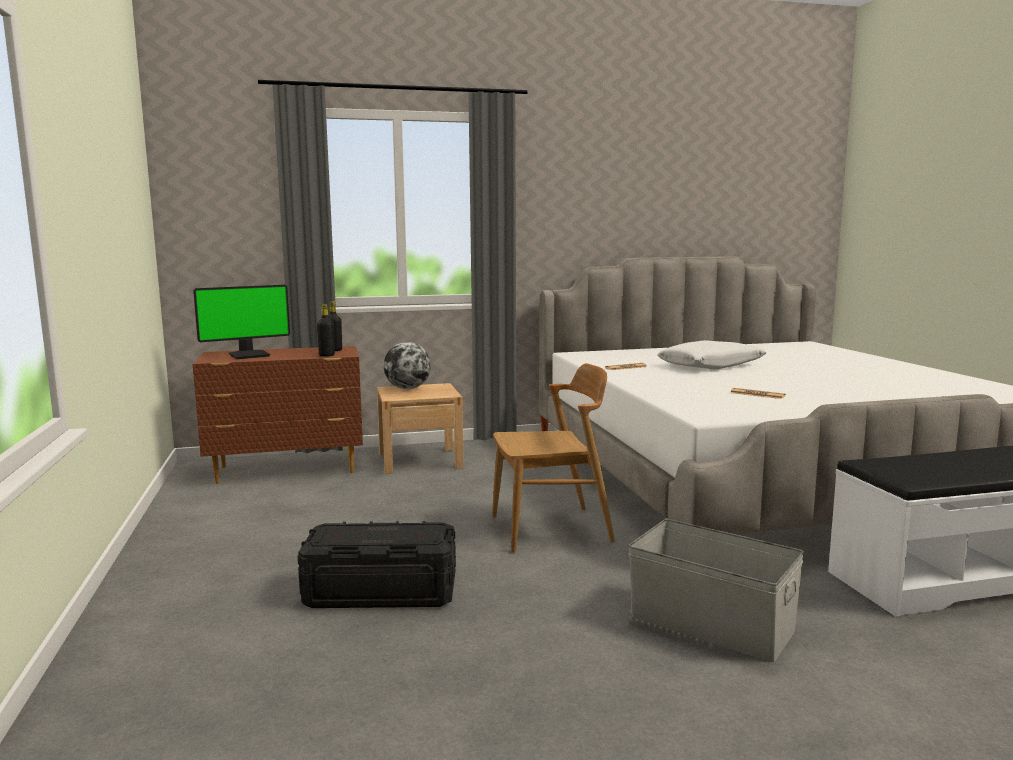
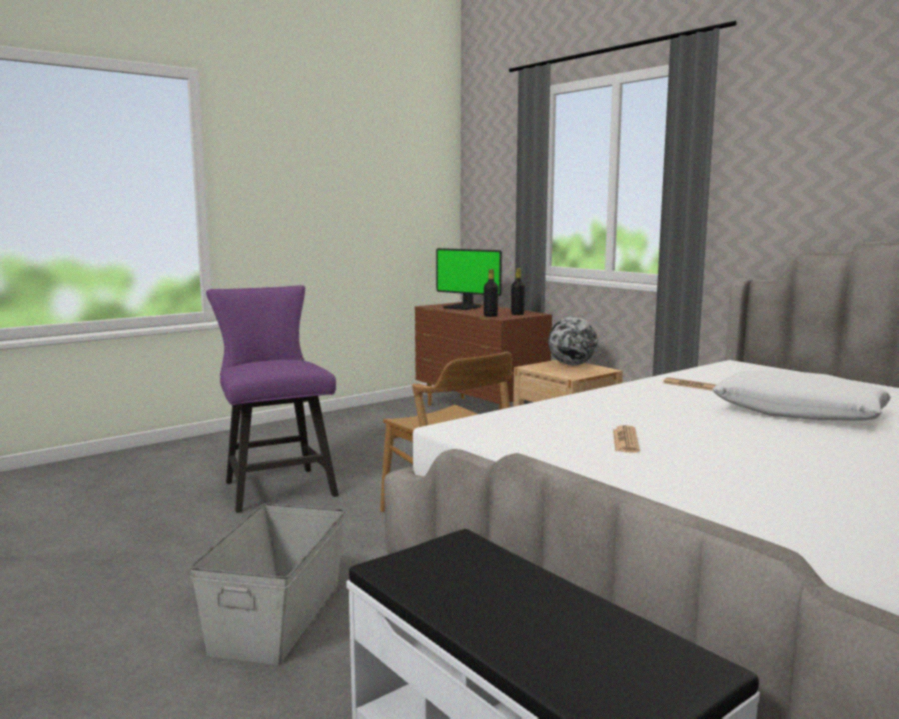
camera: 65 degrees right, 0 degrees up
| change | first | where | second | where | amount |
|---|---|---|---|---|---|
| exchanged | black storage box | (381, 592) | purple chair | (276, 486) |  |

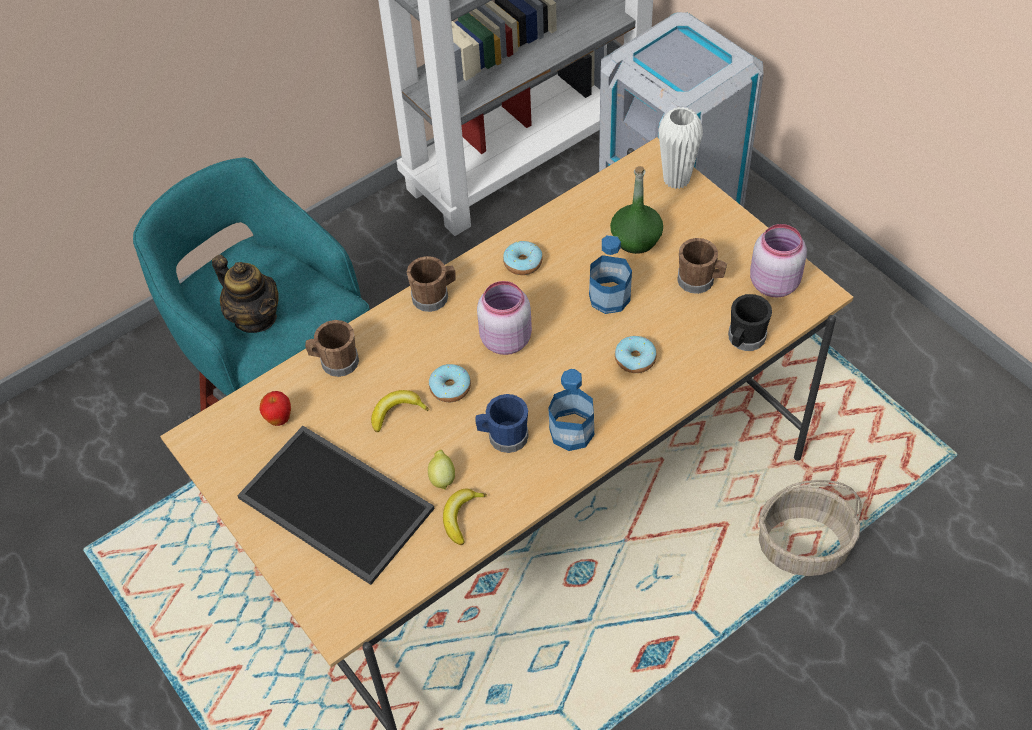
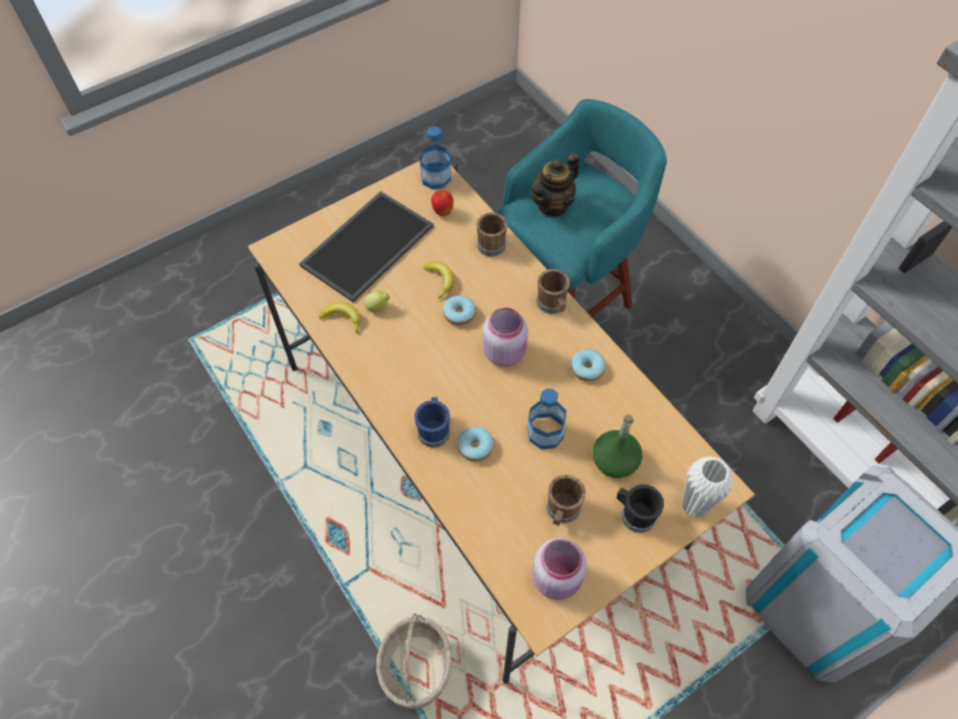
camera: 90 degrees right, 5 degrees up
| change | first | where | second | where | amount |
|---|---|---|---|---|---|
| relocated | blue mug | (503, 437) |  | (434, 429) |  |
| relocated | bottle | (571, 432) |  | (436, 178) |  |
| relocated | black mug | (744, 340) |  | (634, 514) |  |

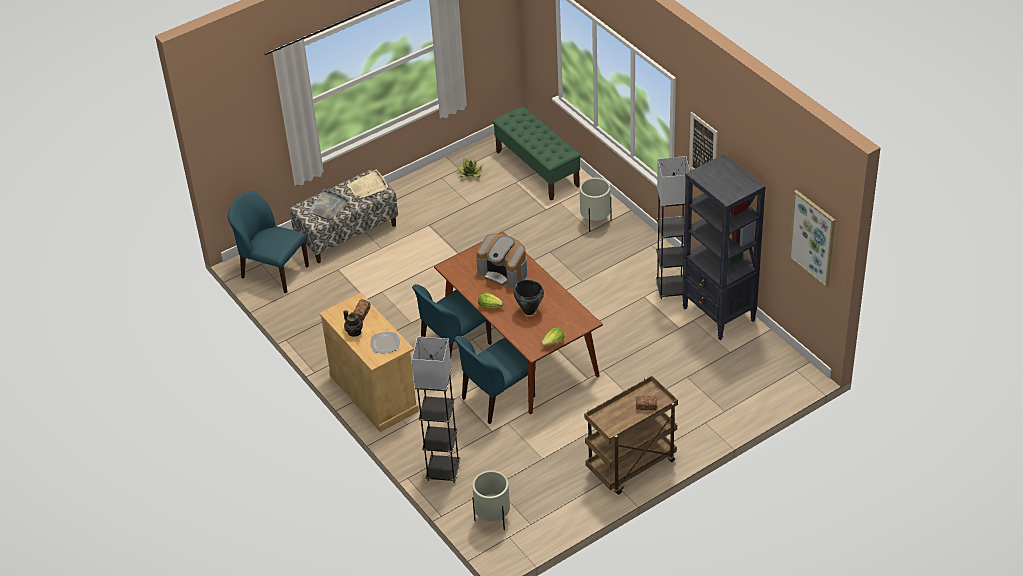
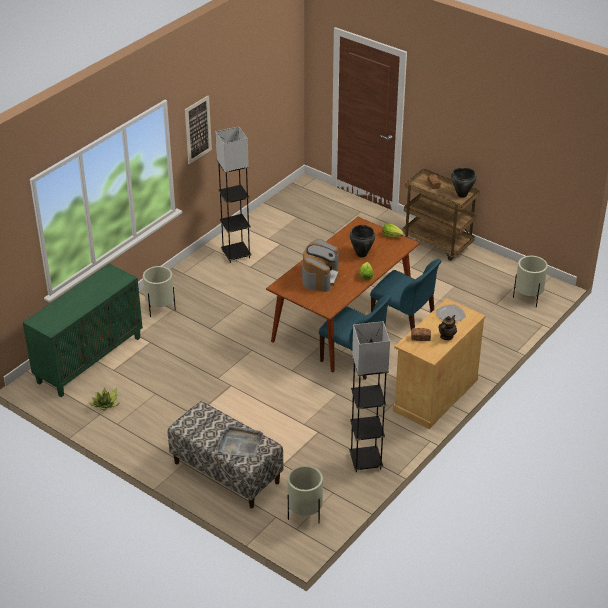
camera: 110 degrees left, 5 degrees down
| change | first | where | second | where | amount |
|---|---|---|---|---|---|
| exchanged | blue chair | (273, 272) | beige planter | (304, 514) |  |
| missing | beige tray | (368, 187) |  |  |  |
| relocated | grey floor lamp | (443, 471) |  | (365, 461) |  |
| exchanged | green bench | (537, 169) | green cabinet | (89, 359) |  |
| missing | black bookcase | (719, 314) |  |  |  |
| missing | picture | (813, 238) |  |  |  |
| appeared |  |  | black cooking pot | (461, 194) |  |

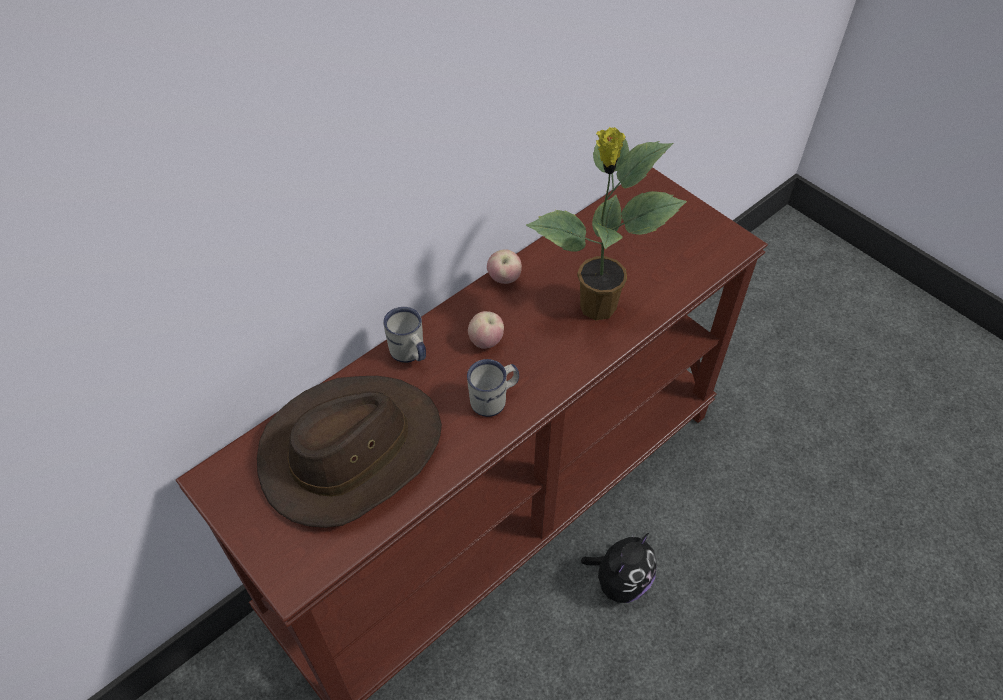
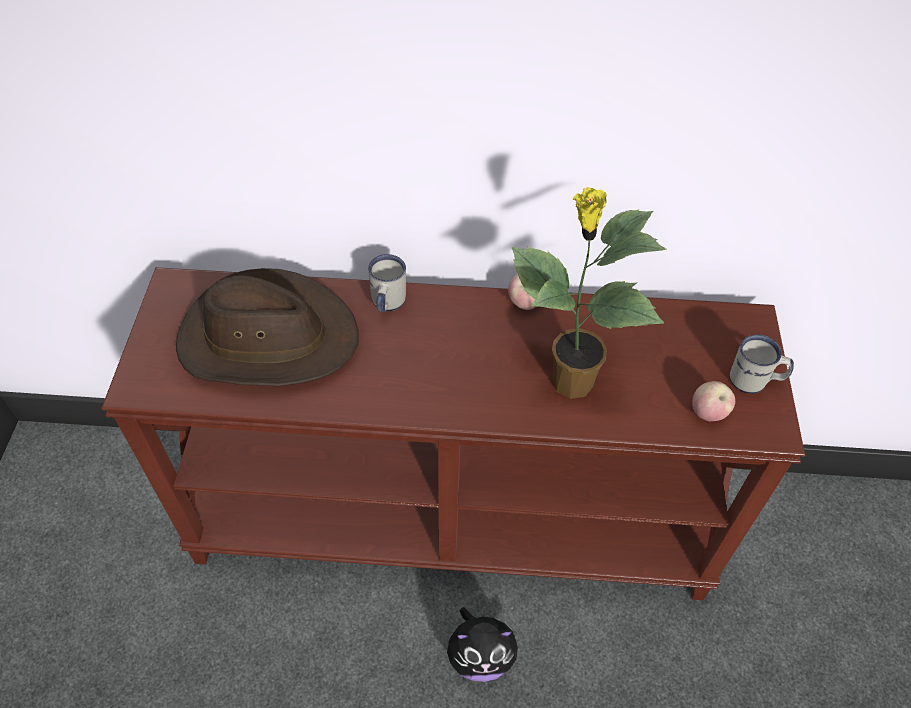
camera: 45 degrees right, 0 degrees up
| change | first | where | second | where | amount |
|---|---|---|---|---|---|
| relocated | white mug | (494, 400) |  | (754, 381) |  |
| relocated | apple | (486, 342) |  | (707, 413) |  |

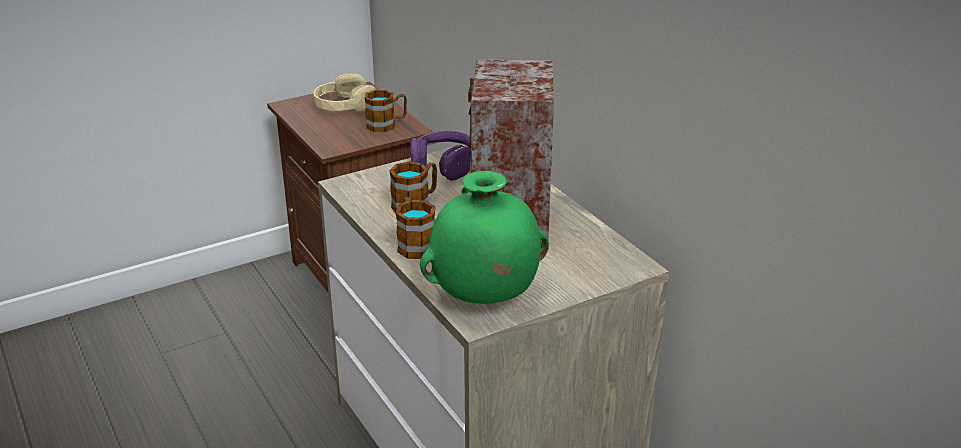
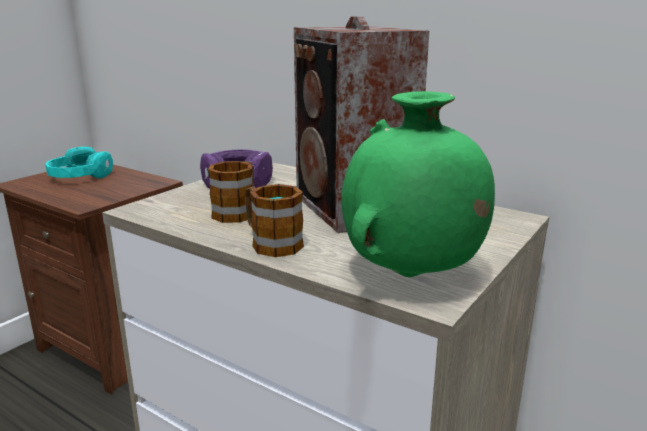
camera: 25 degrees left, 10 degrees down
| change | first | where | second | where | amount |
|---|---|---|---|---|---|
| colour | beige headphones | (344, 106) | turquoise headphones | (80, 177) |  |
| missing | mug | (387, 125) |  |  |  |

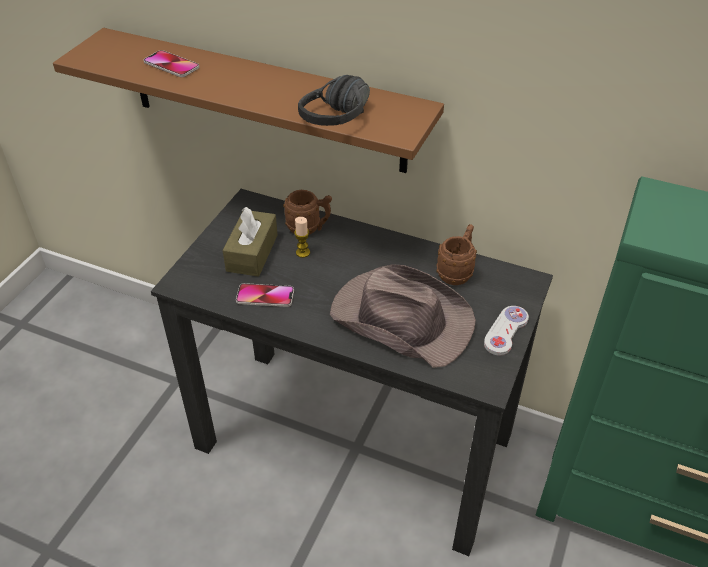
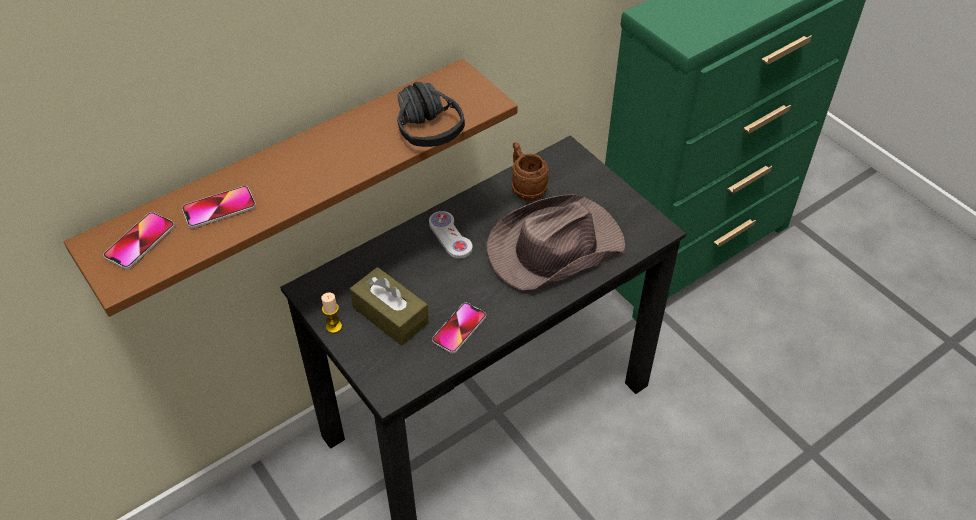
camera: 60 degrees left, 5 degrees up
| change | first | where | second | where | amount |
|---|---|---|---|---|---|
| missing | brown mug | (309, 228) |  |  |  |
| relocated | candle | (303, 252) |  | (334, 326) |  |
| relocated | white game controller | (506, 331) |  | (450, 236) |  |
| appeared |  |  | phone | (140, 242) |  |

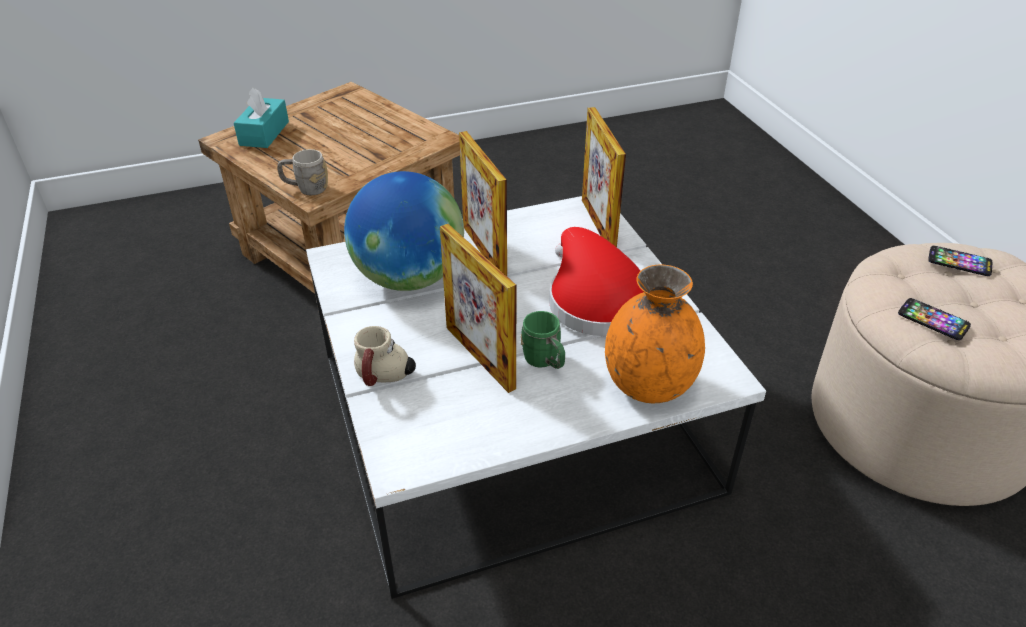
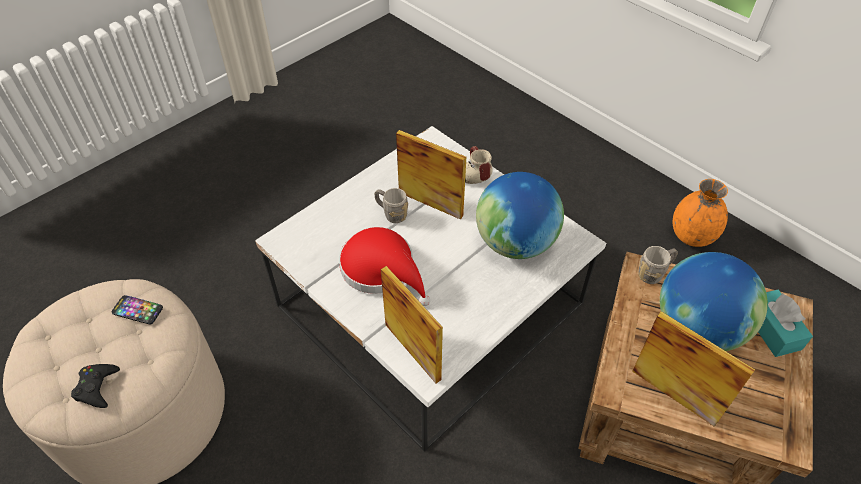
camera: 155 degrees right, 10 degrees up
| change | first | where | second | where | amount |
|---|---|---|---|---|---|
| relocated | picture frame | (484, 251) |  | (673, 395) |  |
| colour | green mug | (545, 362) | grey mug | (391, 213) |  |
| relocated | orange vase | (648, 384) |  | (692, 236) |  |
| exchanged | phone | (959, 262) | black game controller | (97, 387) |  |
| appeared |  |  | globe | (696, 328) |  |

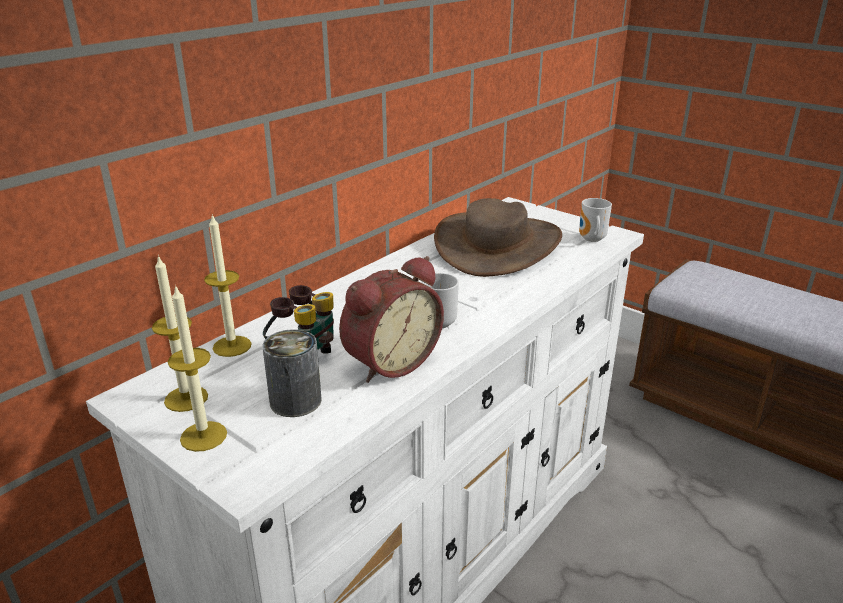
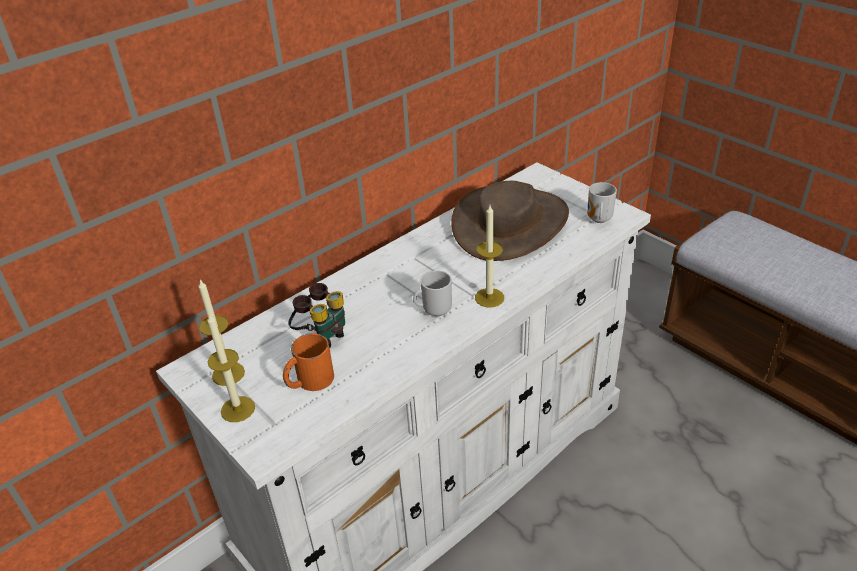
camera: 10 degrees right, 10 degrees up
| change | first | where | second | where | amount |
|---|---|---|---|---|---|
| relocated | candle | (232, 346) |  | (489, 297) |  |
| exchanged | can | (295, 401) | orange mug | (309, 381) |  |
| missing | alarm clock | (389, 362) |  |  |  |

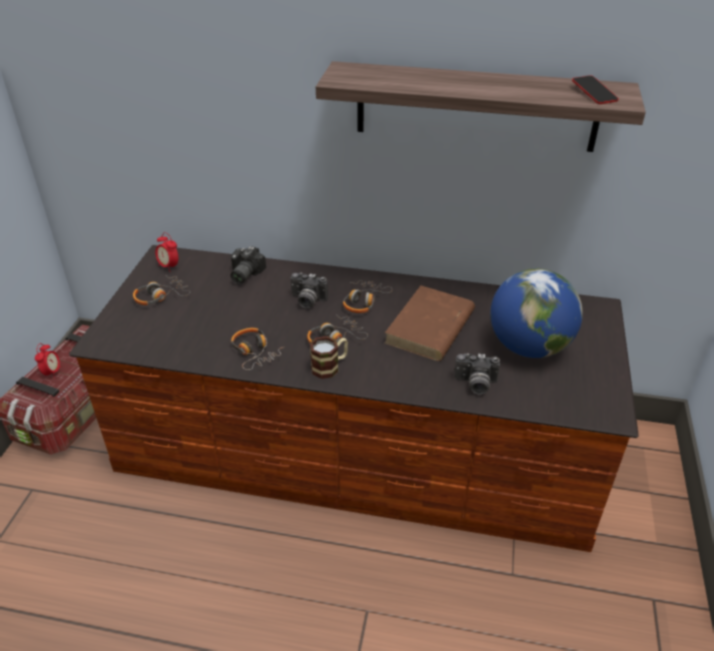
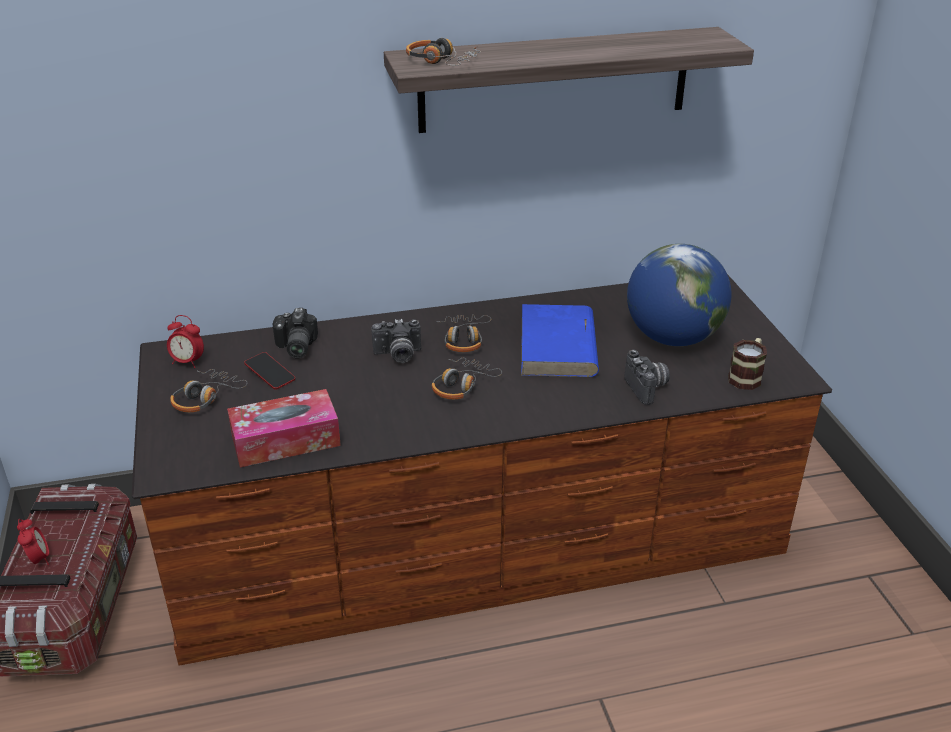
camera: 25 degrees left, 5 degrees down
| change | first | where | second | where | amount |
|---|---|---|---|---|---|
| relocated | headphones | (255, 352) |  | (442, 61) |  |
| relocated | mug | (330, 366) |  | (746, 376) |  |
| colour | brown book | (430, 328) | blue book | (558, 347) |  |
| spun | photo camera | (475, 384) |  | (648, 388) | 90 degrees counterclockwise |
| relocated | phone | (594, 93) |  | (270, 374) |  |
| appeared |  |  | tissue box | (285, 440) |  |

